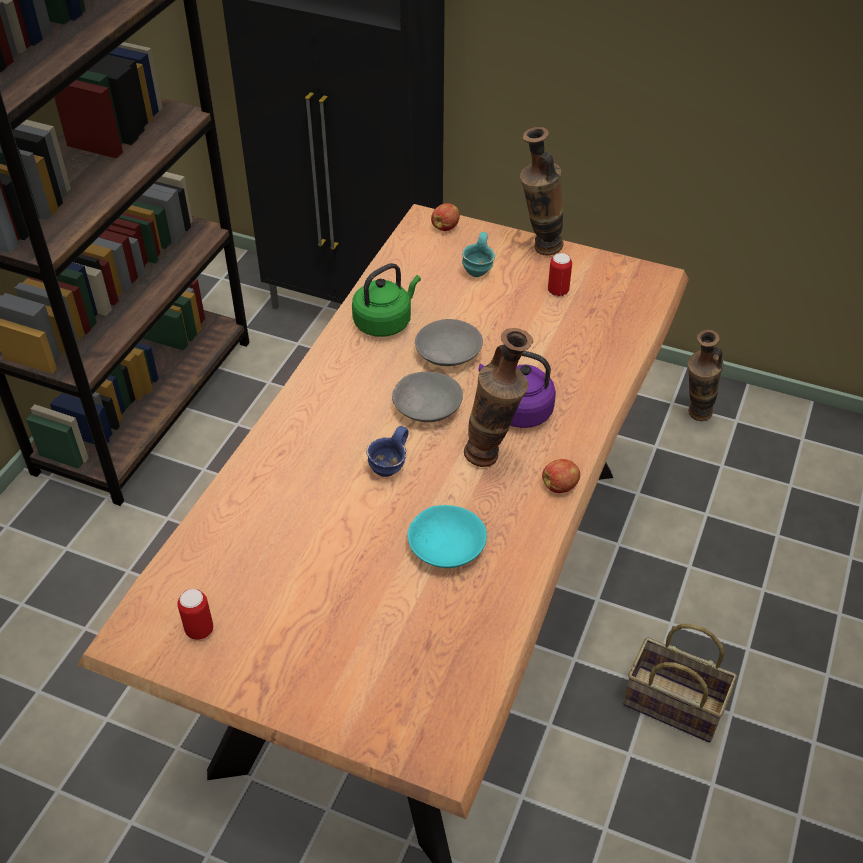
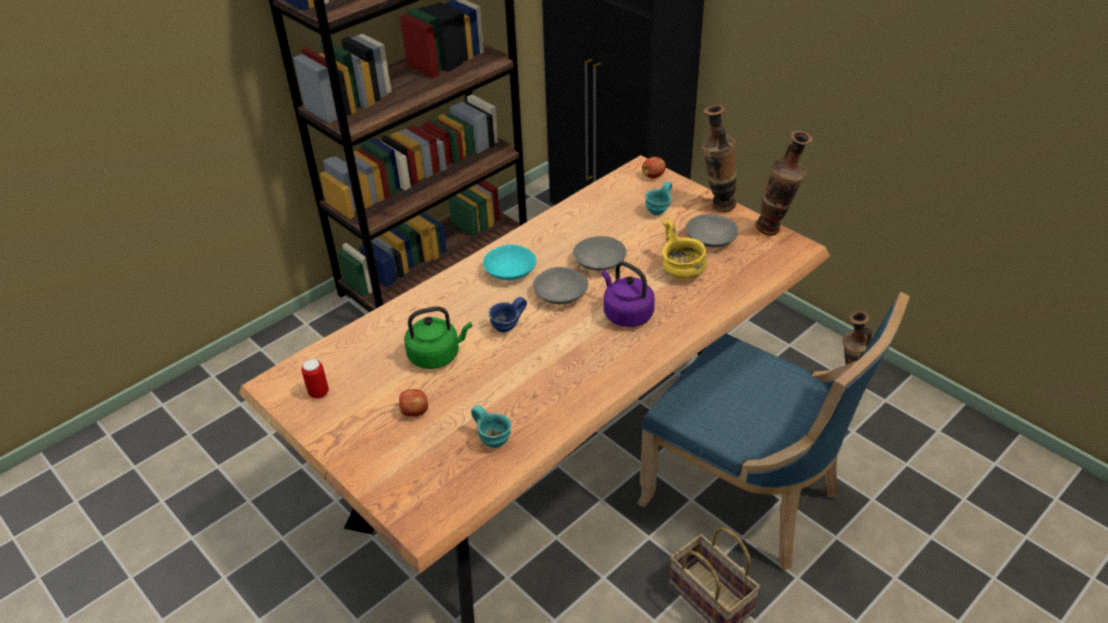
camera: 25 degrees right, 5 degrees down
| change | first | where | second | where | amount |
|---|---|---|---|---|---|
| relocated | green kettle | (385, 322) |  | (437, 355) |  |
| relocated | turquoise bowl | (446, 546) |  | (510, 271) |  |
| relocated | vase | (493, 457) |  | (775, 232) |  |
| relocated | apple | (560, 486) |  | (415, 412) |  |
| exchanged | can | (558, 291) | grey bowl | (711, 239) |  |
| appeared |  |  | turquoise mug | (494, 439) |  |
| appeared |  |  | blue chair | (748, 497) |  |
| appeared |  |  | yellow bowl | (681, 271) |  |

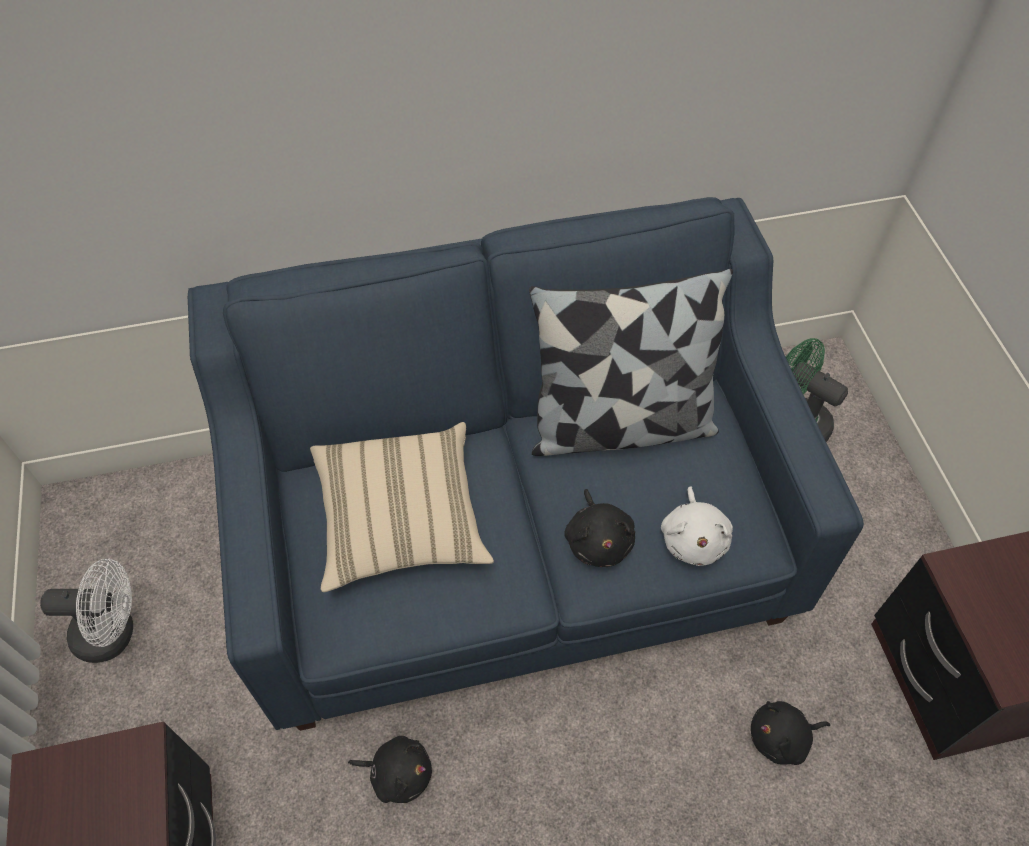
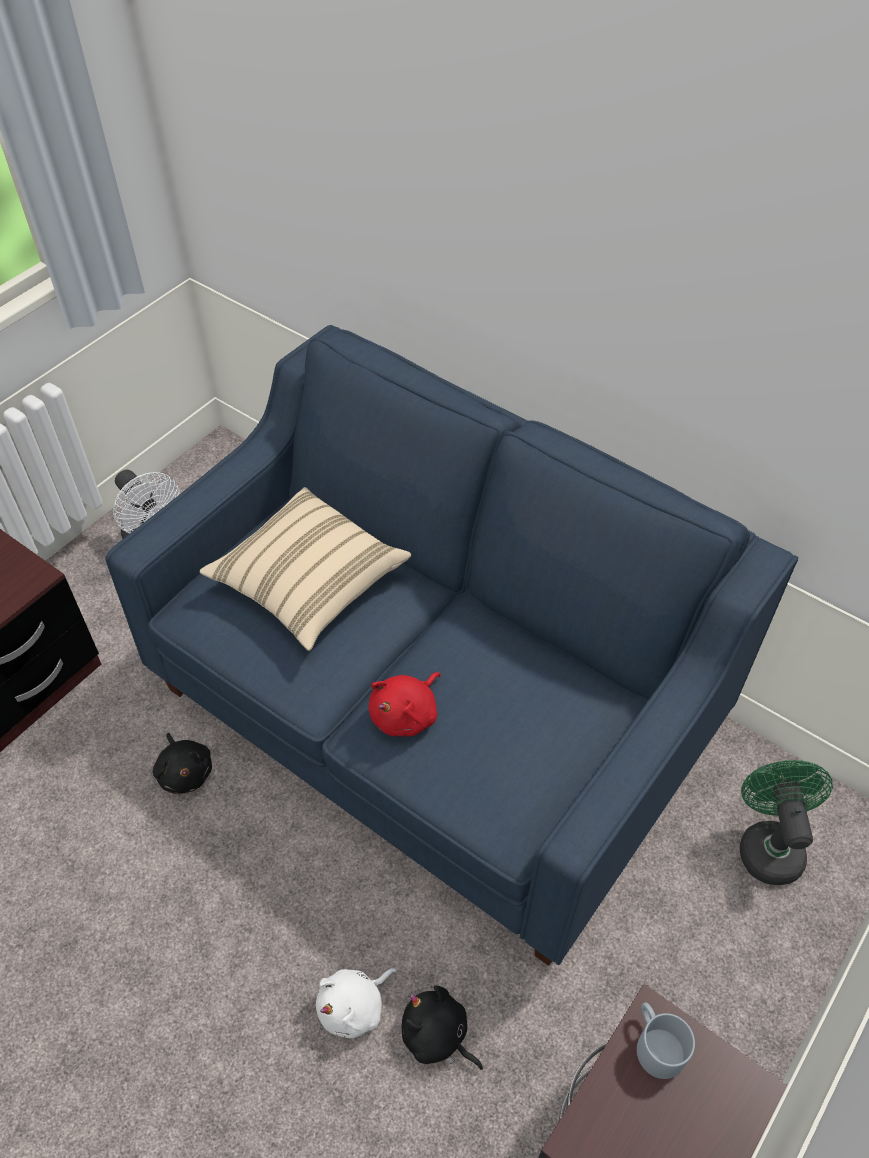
camera: 50 degrees right, 5 degrees down
| change | first | where | second | where | amount |
|---|---|---|---|---|---|
| missing | pillow | (620, 424) |  |  |  |
| colour | black plush toy | (598, 540) | red plush toy | (406, 714) |  |
| relocated | white plush toy | (694, 538) |  | (355, 1007) |  |
| appeared |  |  | grey mug | (655, 1044) |  |

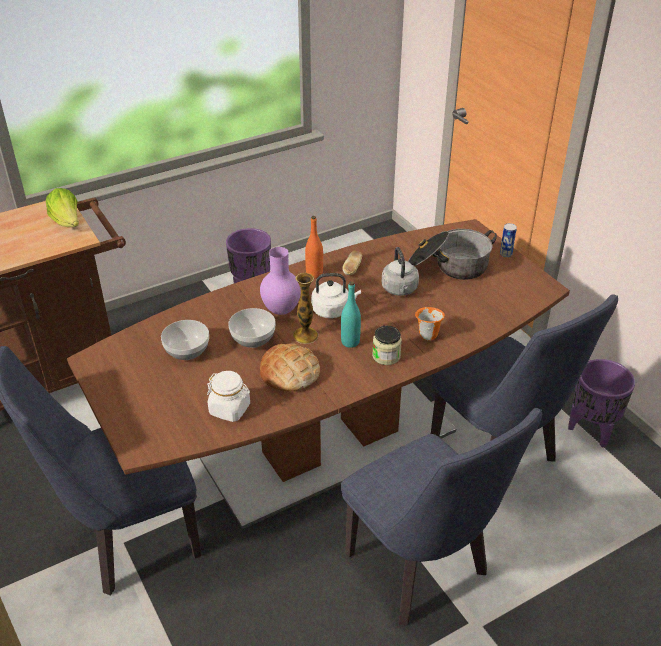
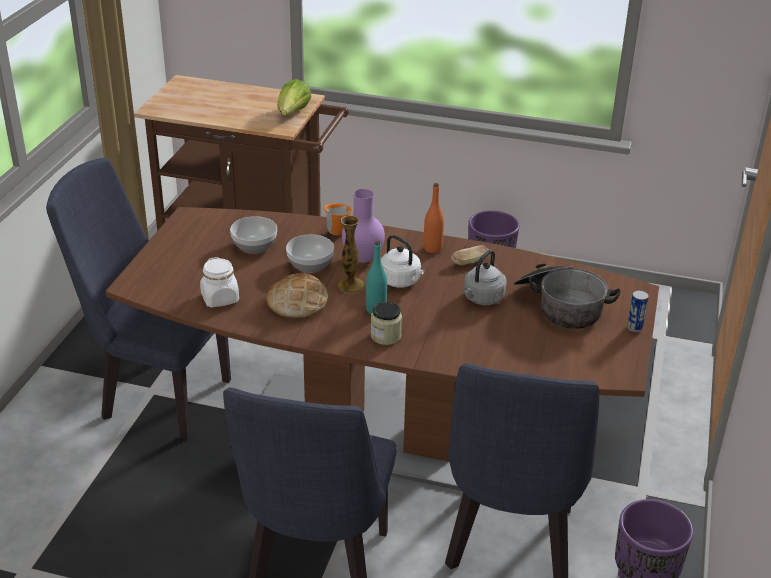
camera: 45 degrees right, 5 degrees down
| change | first | where | second | where | amount |
|---|---|---|---|---|---|
| relocated | orange mug | (427, 335) |  | (338, 232) |  |

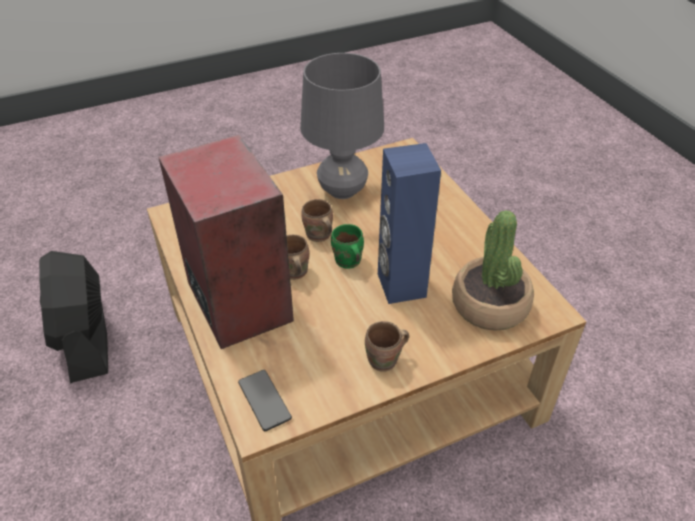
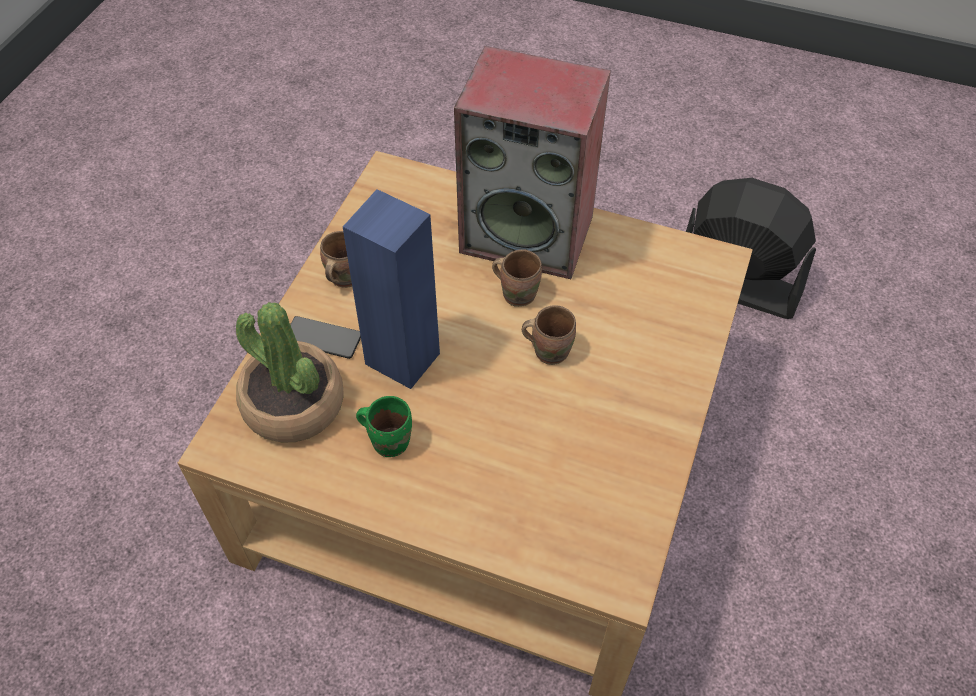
camera: 135 degrees right, 10 degrees up
| change | first | where | second | where | amount |
|---|---|---|---|---|---|
| relocated | phone | (264, 400) |  | (323, 338) |  |
| missing | grey table lamp | (342, 190) |  |  |  |
| relocated | green mug | (347, 262) |  | (389, 439) |  |

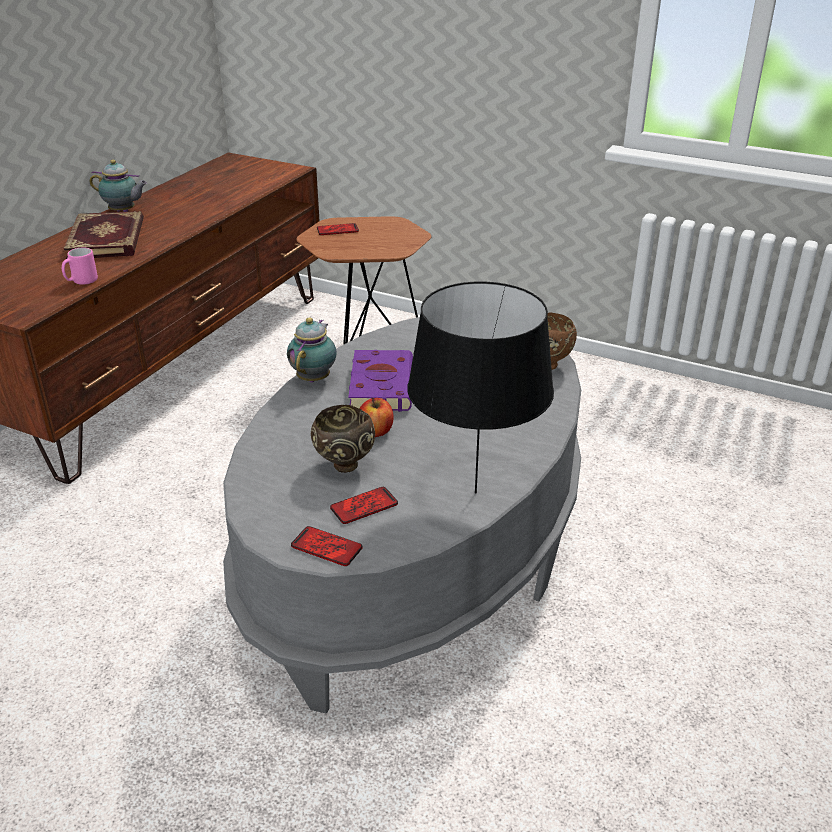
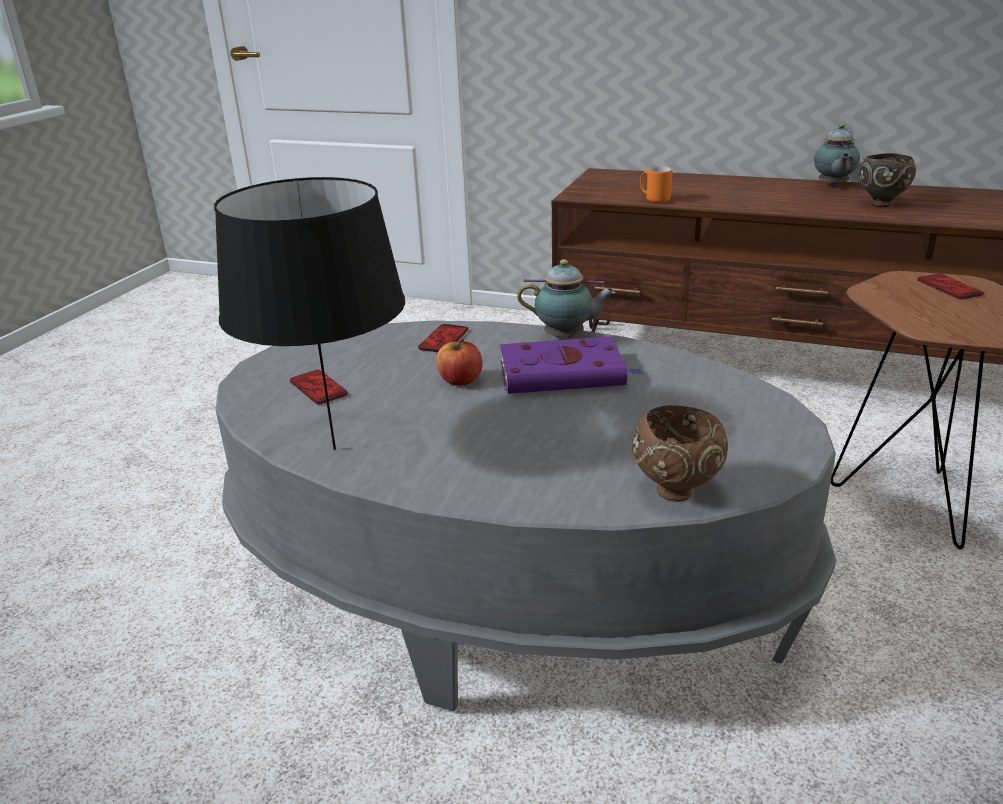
camera: 85 degrees right, 5 degrees down
| change | first | where | second | where | amount |
|---|---|---|---|---|---|
| colour | pink mug | (81, 282) | orange mug | (654, 199) |  |
| missing | book | (108, 239) |  |  |  |
| relocated | phone | (326, 547) |  | (443, 339) |  |
| relocated | brown bowl | (343, 465) |  | (881, 204) |  |

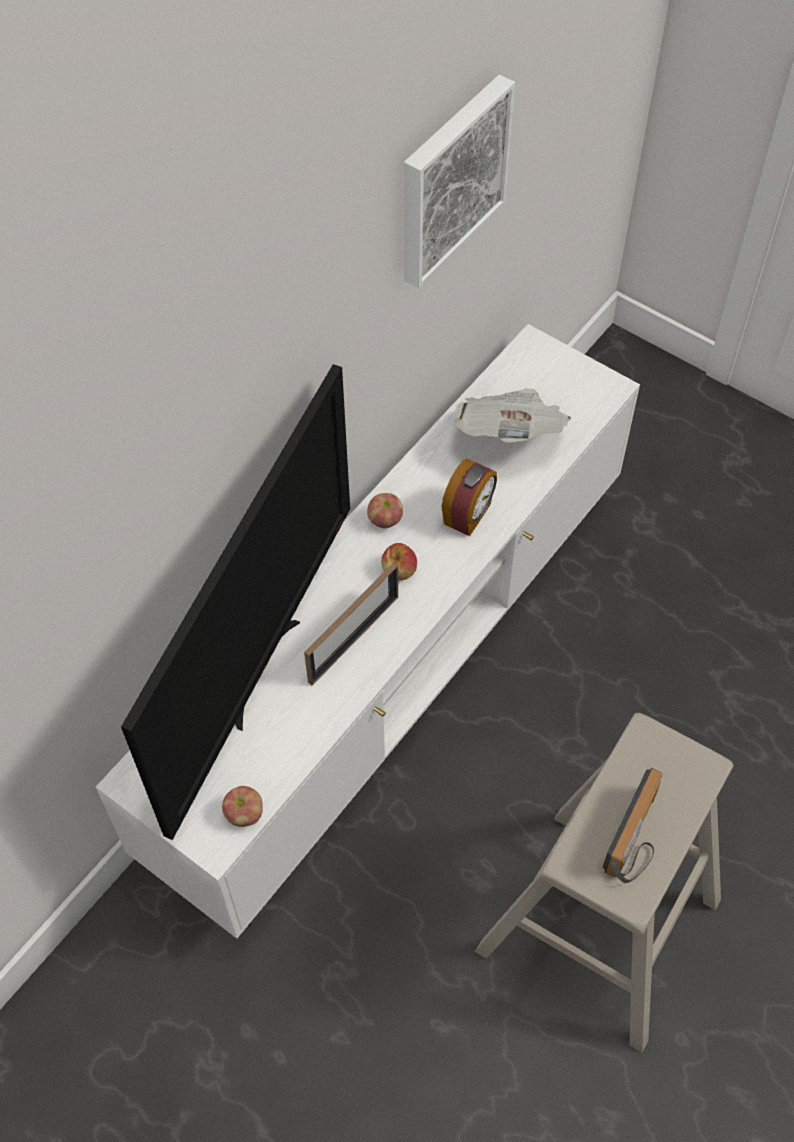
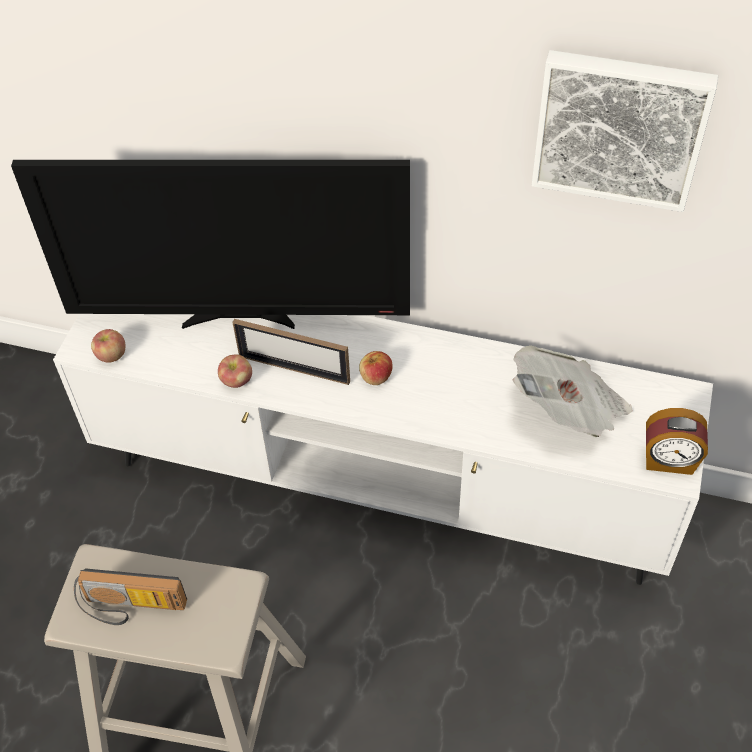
camera: 70 degrees right, 5 degrees down
| change | first | where | second | where | amount |
|---|---|---|---|---|---|
| relocated | apple | (385, 520) |  | (237, 381) |  |
| relocated | alarm clock | (468, 514) |  | (669, 461) |  |

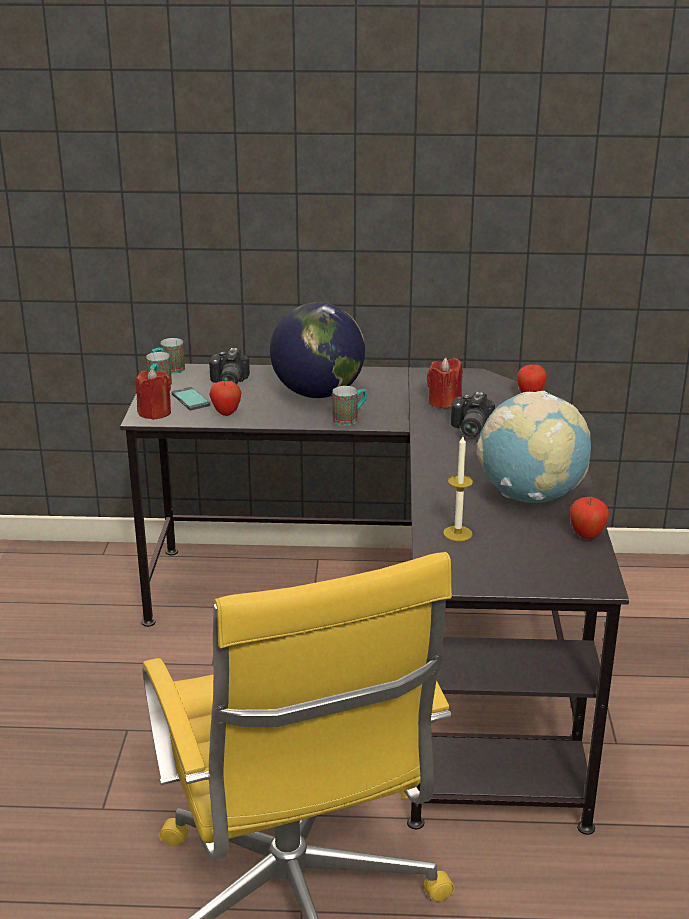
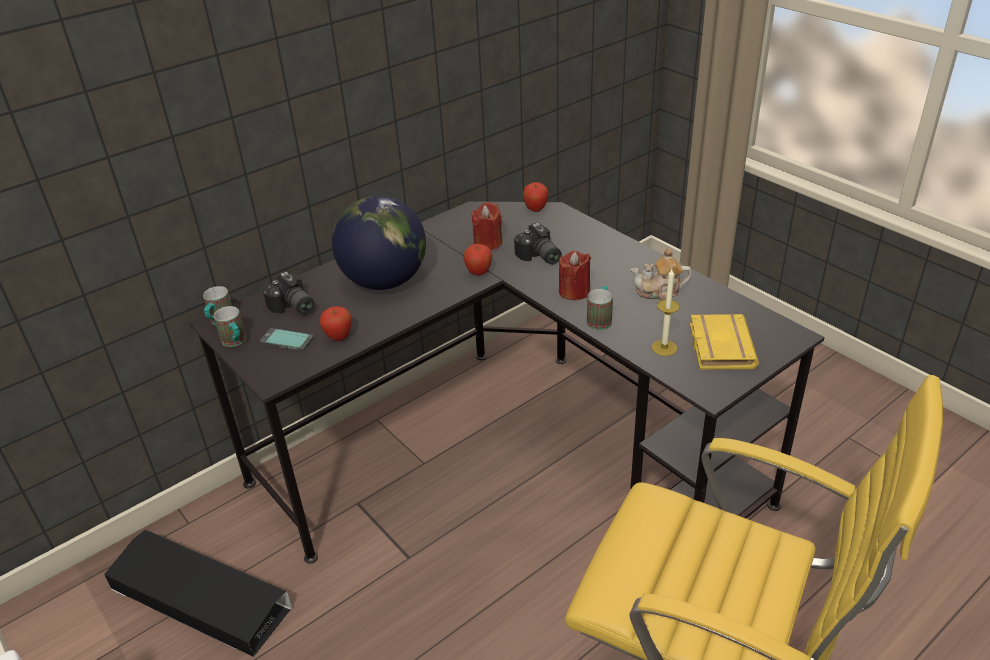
camera: 40 degrees left, 10 degrees up
| change | first | where | second | where | amount |
|---|---|---|---|---|---|
| relocated | red candle | (154, 413) |  | (574, 292) |  |
| relocated | mug | (350, 419) |  | (600, 319) |  |
| exchanged | globe | (530, 496) | teapot | (659, 292) |  |
| relocated | apple | (586, 536) |  | (478, 273) |  |
| appeared |  |  | black storage box | (200, 598) |  |
| appeared |  |  | yellow book | (718, 346) |  |

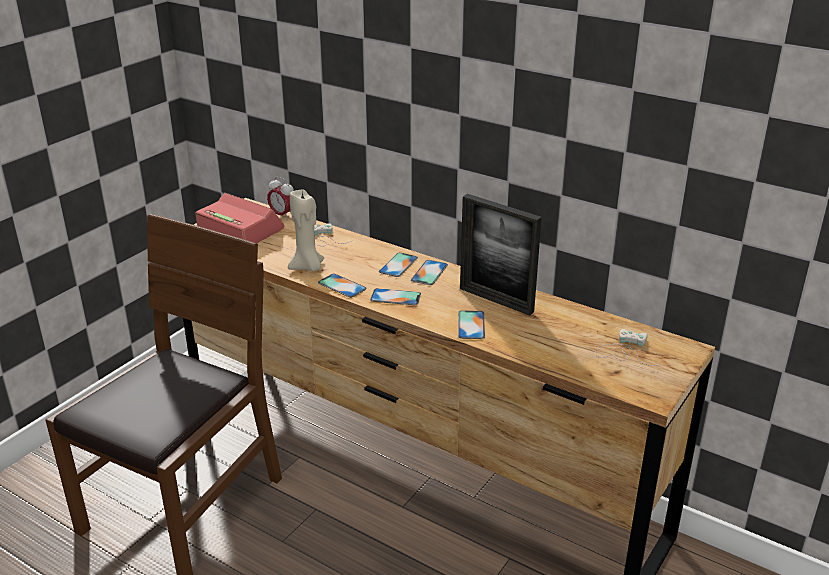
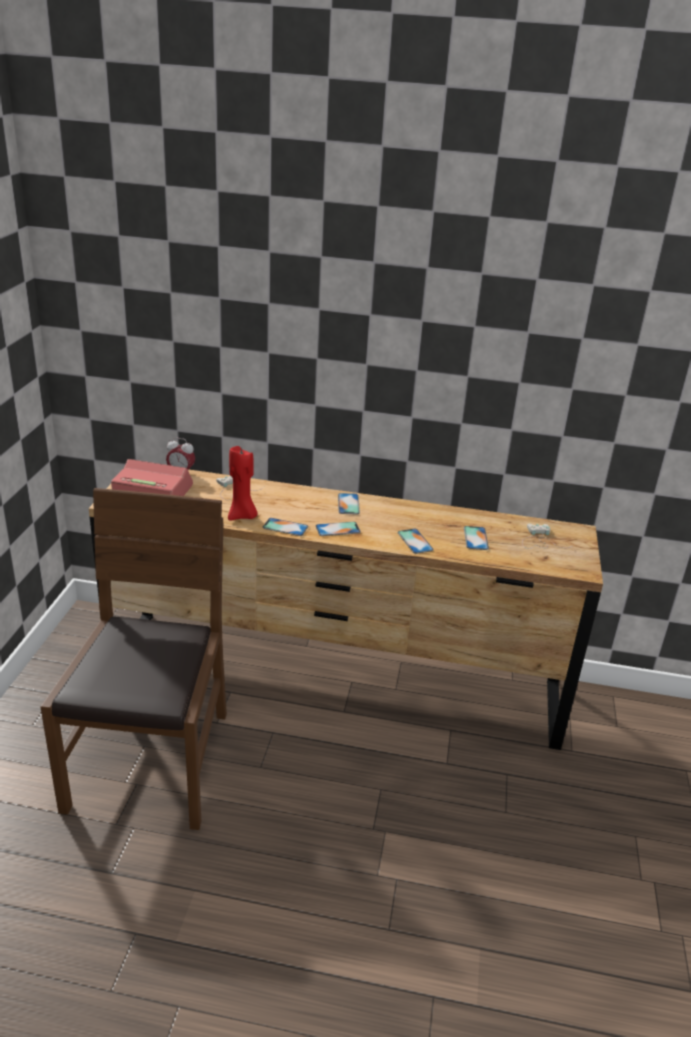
camera: 25 degrees left, 0 degrees up
| change | first | where | second | where | amount |
|---|---|---|---|---|---|
| colour | beige candle | (308, 267) | red candle | (242, 516) |  |
| relocated | phone | (398, 265) |  | (475, 538) |  |
| missing | picture frame | (496, 300) |  |  |  |

